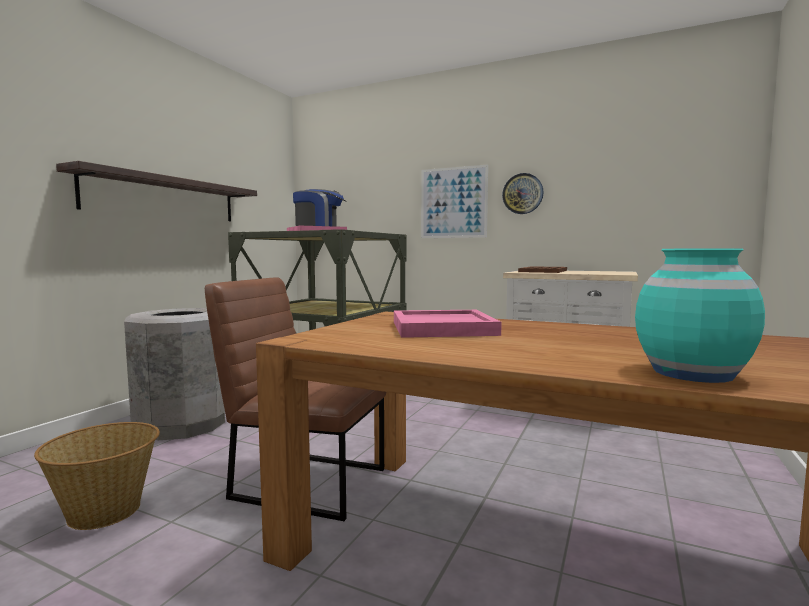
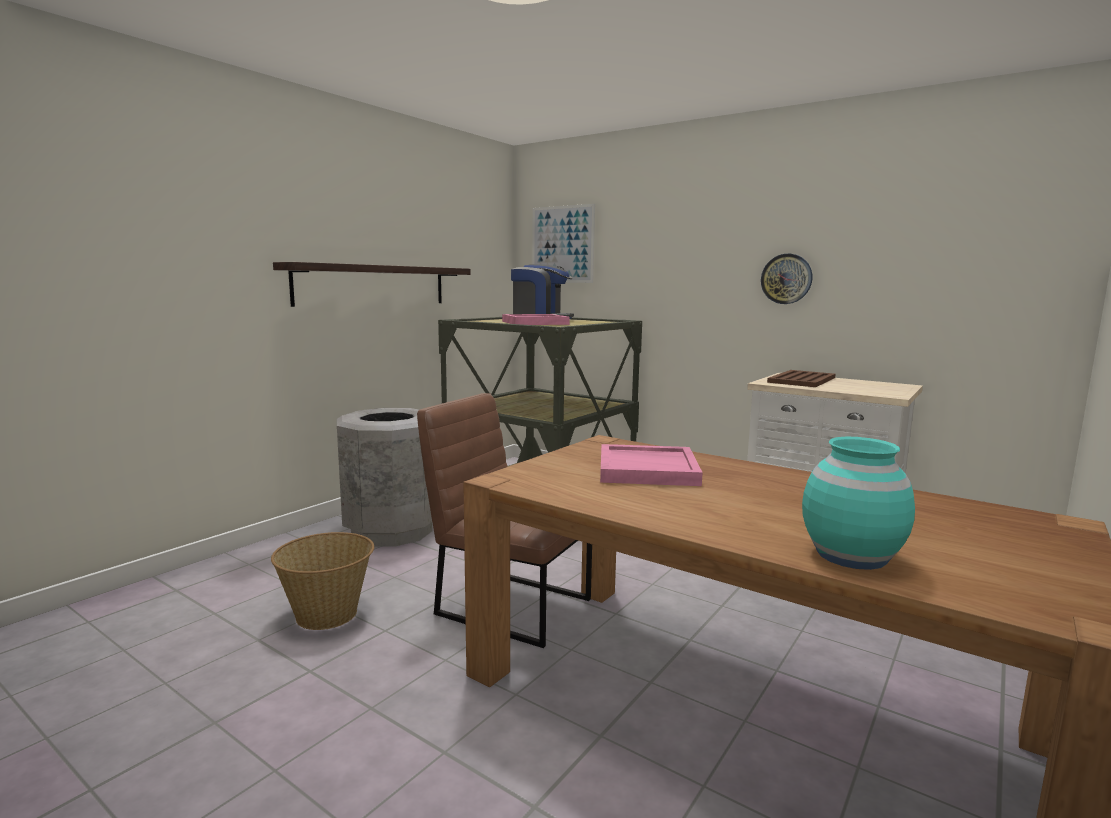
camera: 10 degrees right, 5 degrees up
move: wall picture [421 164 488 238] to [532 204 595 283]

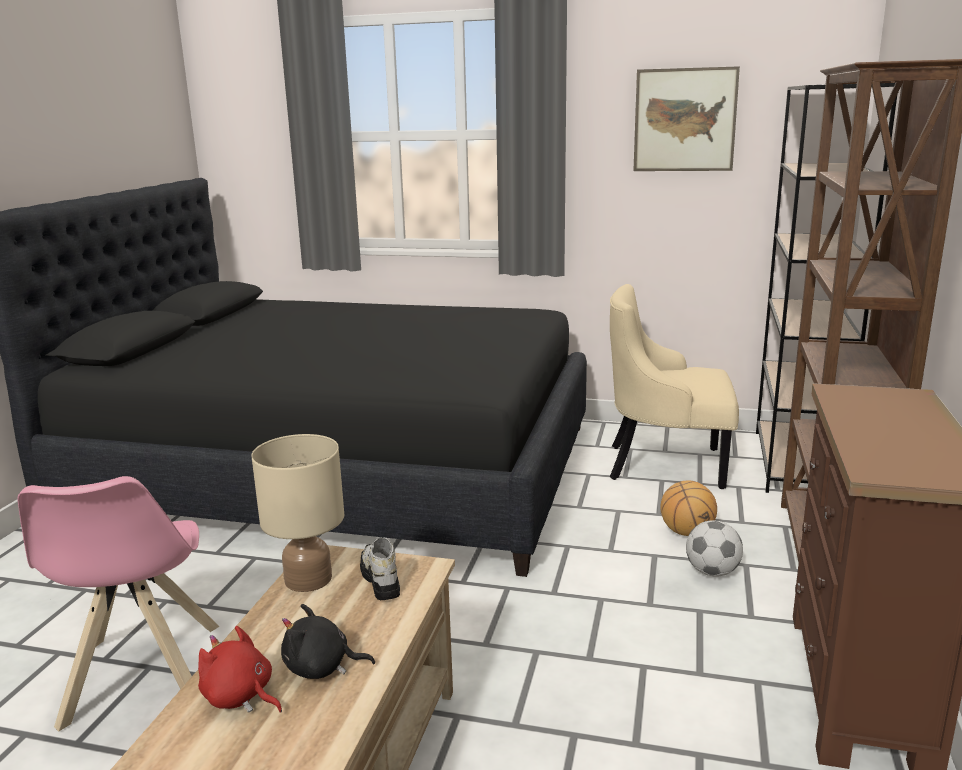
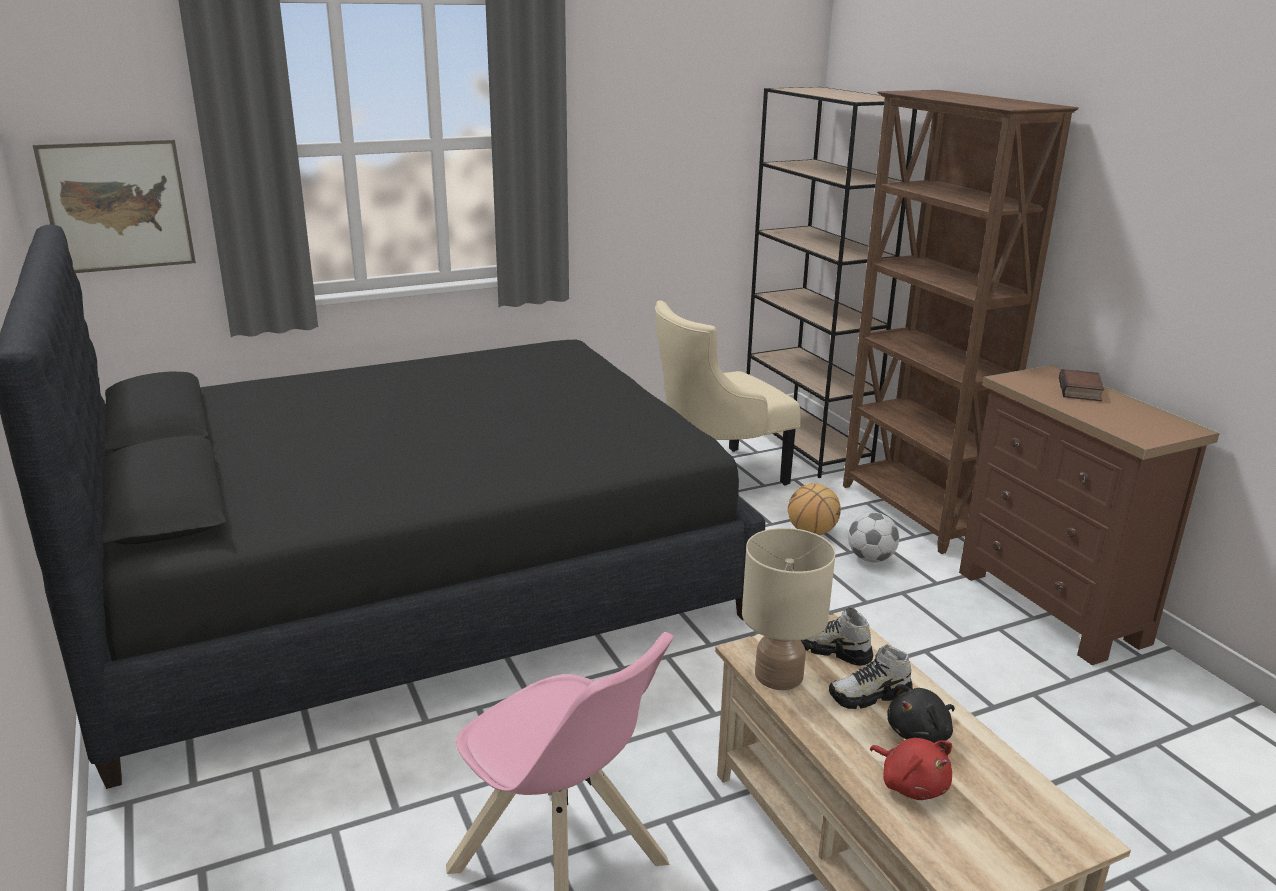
camera: 40 degrees left, 5 degrees up
insert: shoe [829 644 913 709]; bound book [1059 369 1104 401]
move: wall picture [633 66 740 171] to [33 140 196 273]
rotate: cuddly toy (reddish) [198 626 282 713] = [870 738 952 800] 120 degrees counterclockwise

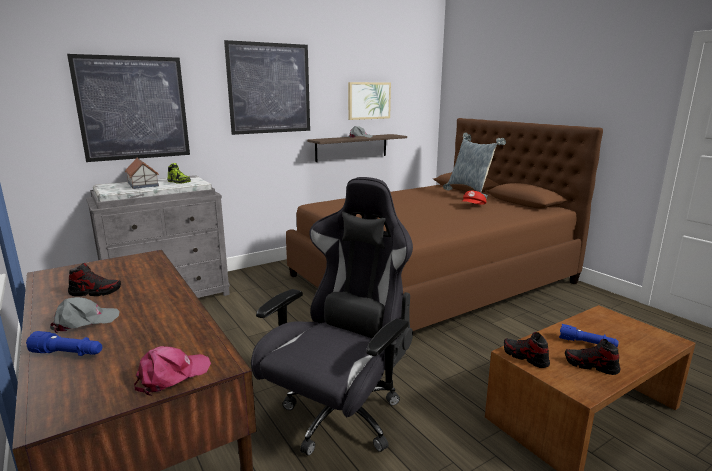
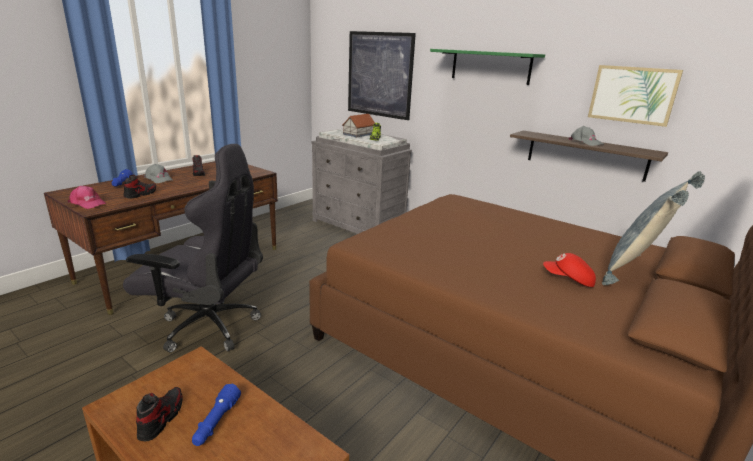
camera: 70 degrees right, 5 degrees up
move: shoe [504 332 550 368] to [124 175 156 199]
replace: wall picture [224 40 310 135] to shelf (green-coloured) [430 49 545 85]

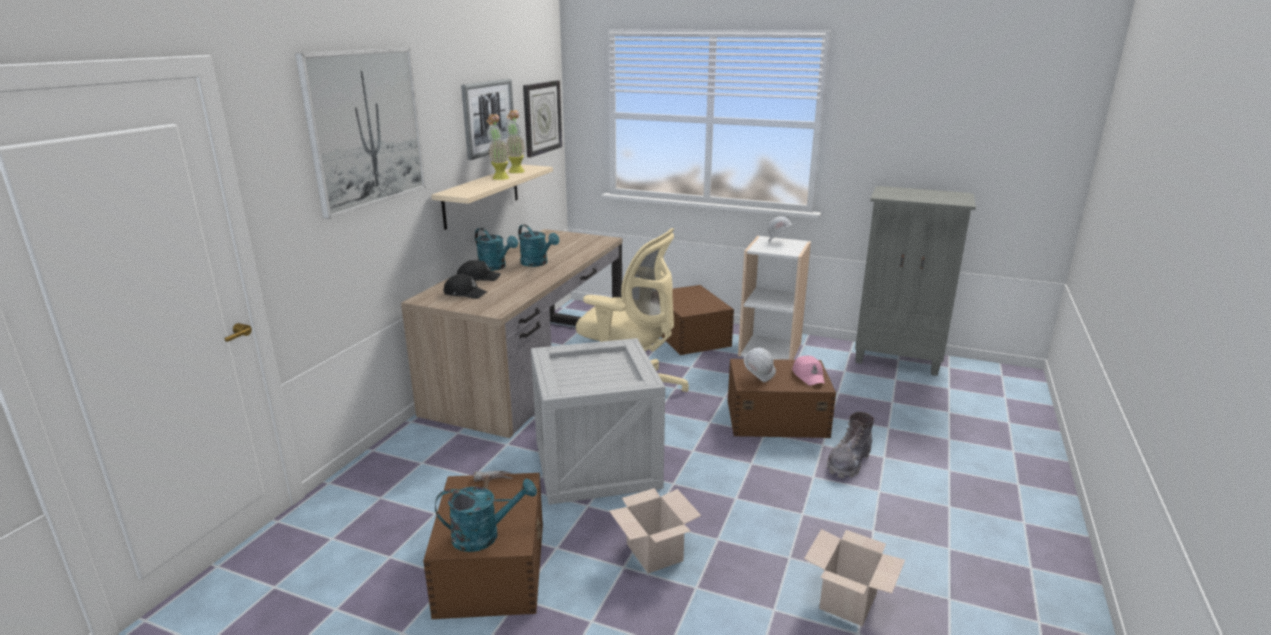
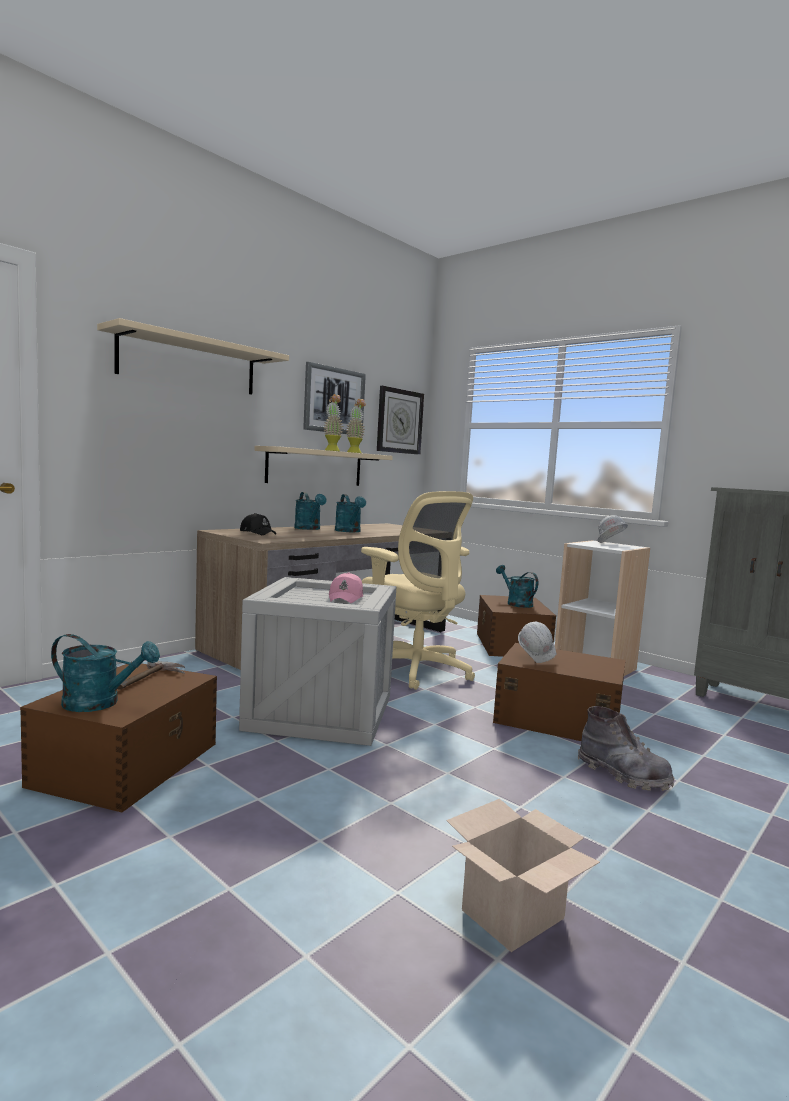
camera: 20 degrees right, 15 degrees down
delete: cap (black) [457 260 501 281]; carton [609 488 701 573]
insert: sprinkling can (turquoise-coloured) [496 565 538 608]
move: cap (pink) [792 356 825 386] to [329 572 363 603]
replace: wall picture [295 48 426 219] to shelf (beige) [97 318 289 395]
rotate: high-top boot (gray) [827 412 874 478] = [578 706 675 791] 105 degrees counterclockwise

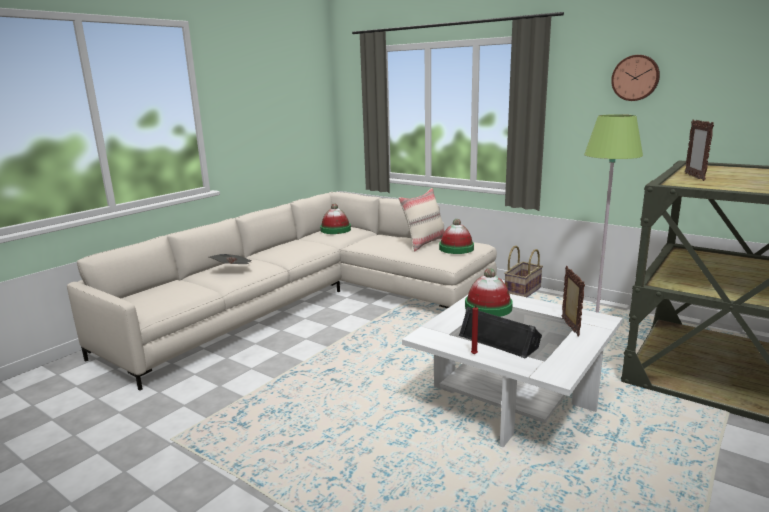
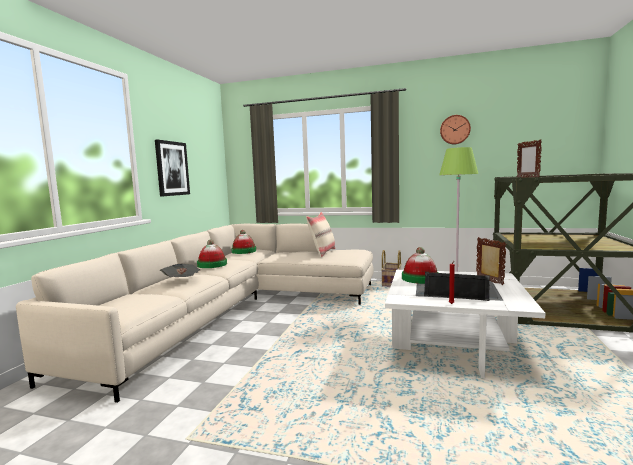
camera: 20 degrees left, 10 degrees down
insert: wall picture [155 139 190 197]
move: wearable hat [439 219 474 254] to [197 239 227 268]

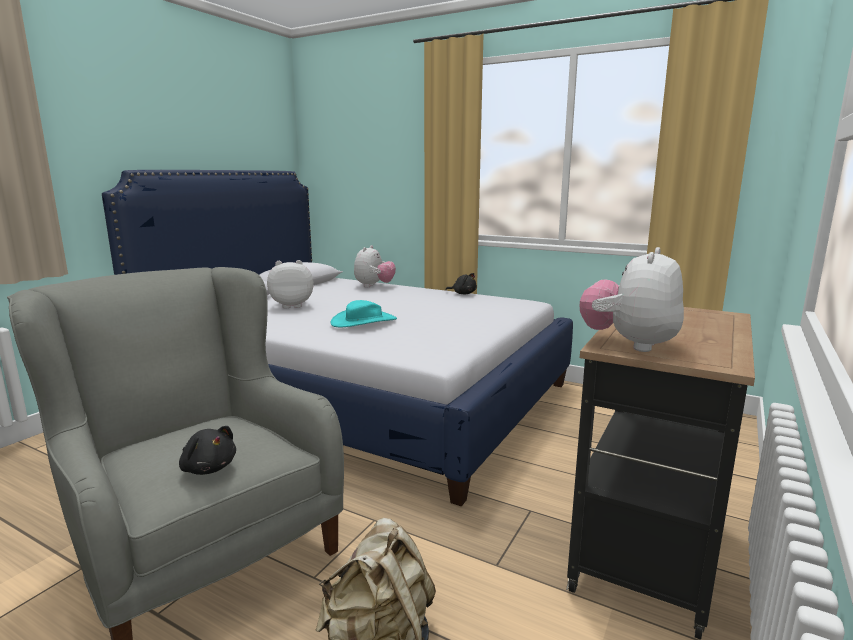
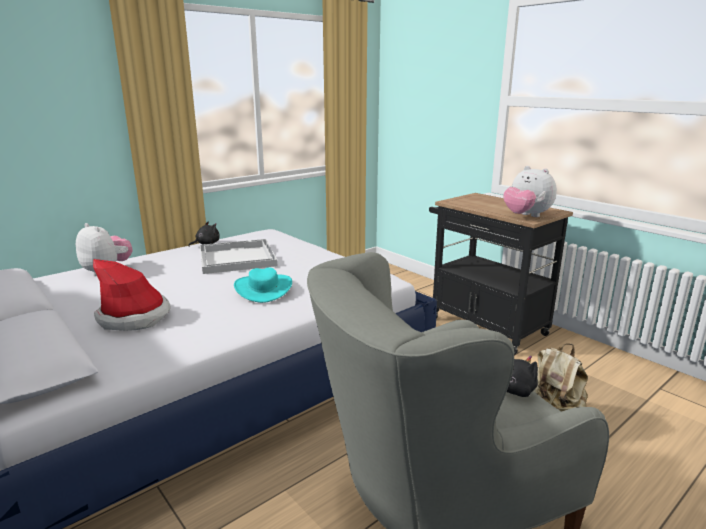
camera: 70 degrees left, 5 degrees up
insert: tray (white) [200 239 277 274]
replace: cuddly toy [267 260 314 309] to wearable hat [93 259 170 331]

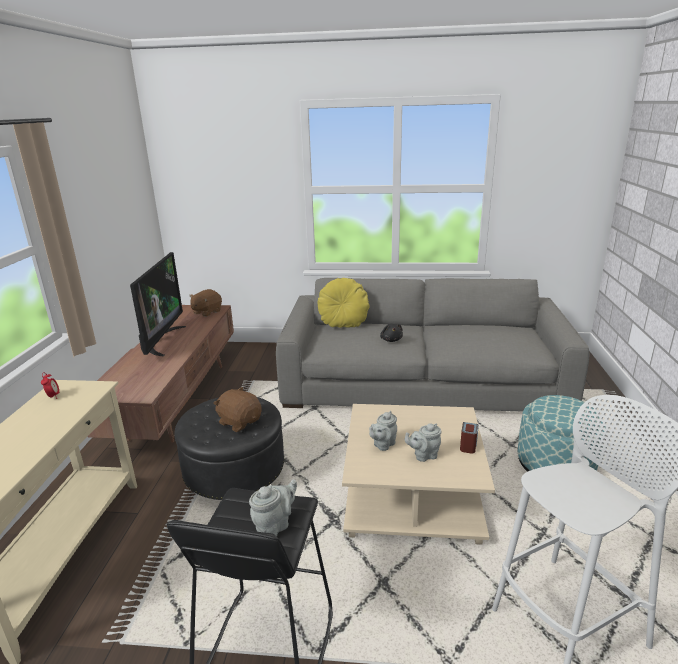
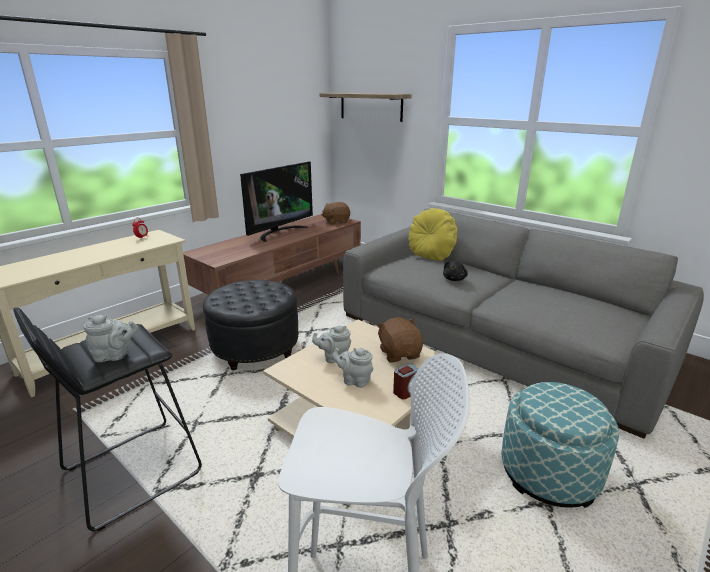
camera: 35 degrees right, 0 degrees up
insert: shelf [320 93 412 122]
move: cuddly toy (brown) [213 387 262 432] to [376 318 423 363]

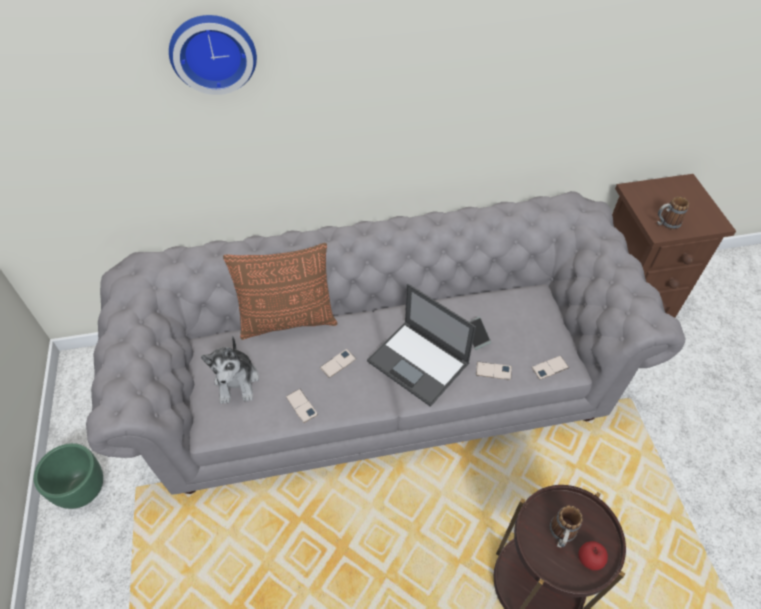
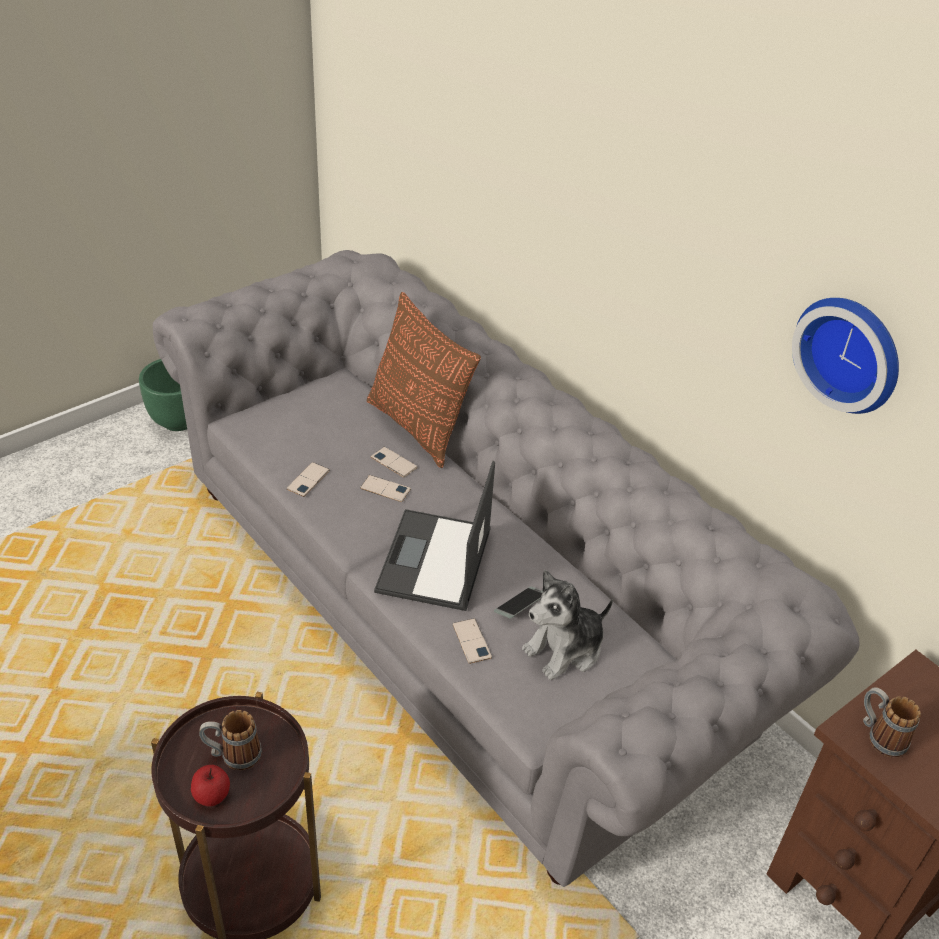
camera: 60 degrees right, 10 degrees down
move: hanging clock [169 15 257 95] to [792 298 899 414]; cuddly toy [201 336 259 404] to [522 570 613 680]; telephone [531 356 569 380] to [370 447 418 478]

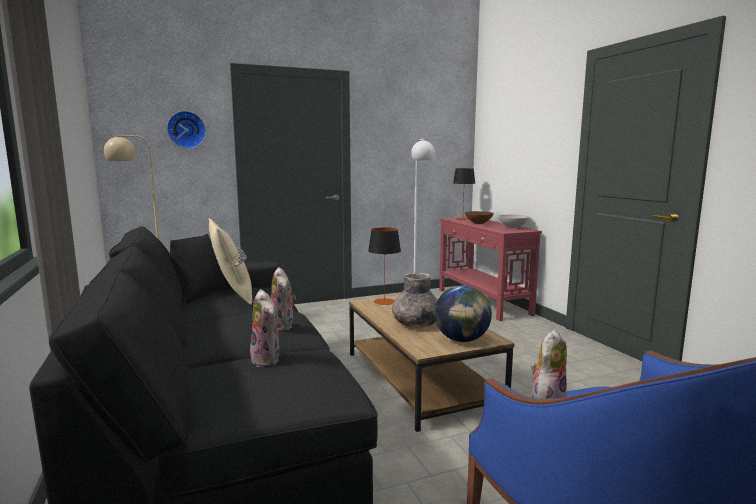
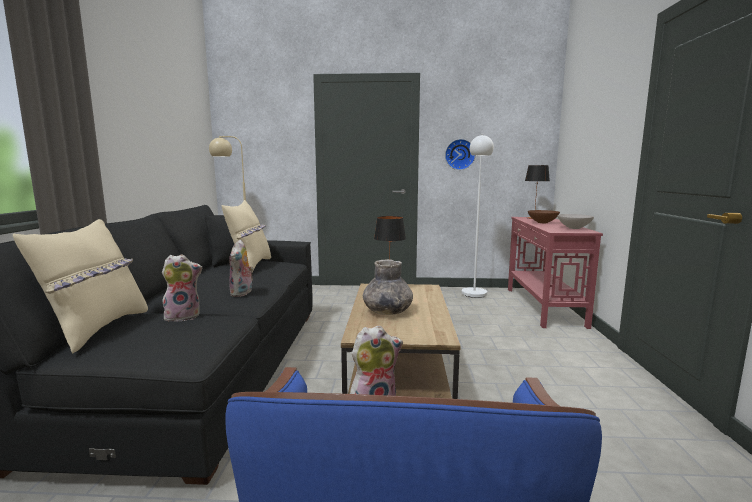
camera: 25 degrees right, 0 degrees up
delete: globe [435 285 492 342]
insert: pillow (beige) [13 219 148 354]
move: hanging clock [167 111 206 149] to [445 139 475 170]
rotate: cuddly toy [250 289 282 367] = [162 254 202 322] 105 degrees counterclockwise

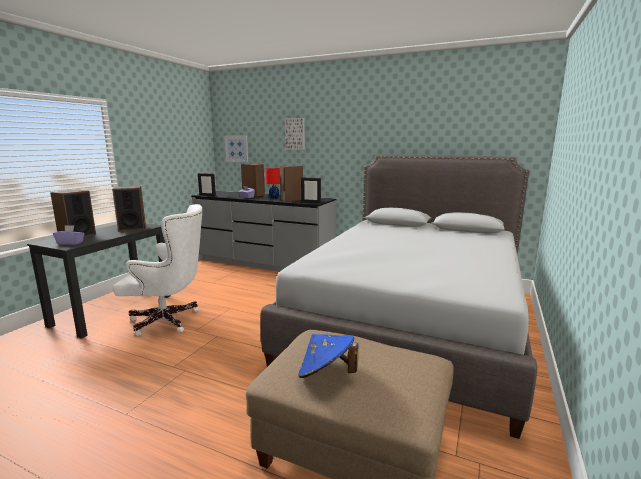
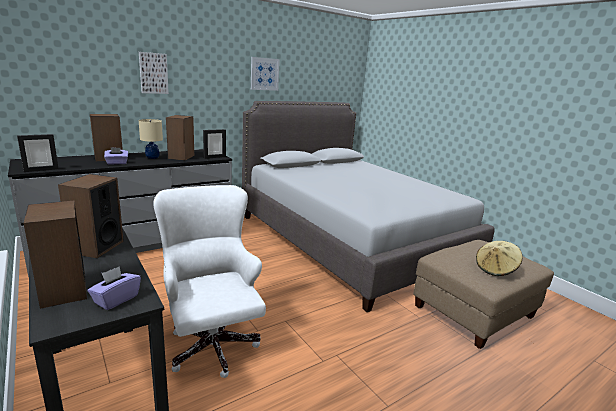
camera: 60 degrees left, 5 degrees up
move: wall picture [224 135 248 162] to [251 57 280 91]
recolor: lamp for a table (reddish) [265 168 280 198] to lamp for a table (beige) [139 119 163 159]; wearable hat (blue-coloured) [298 334 359 378] to wearable hat (beige) [476 241 523 276]
rotate: office chair (white) [113 204 202 336] = [153 185 266 378] 60 degrees counterclockwise

